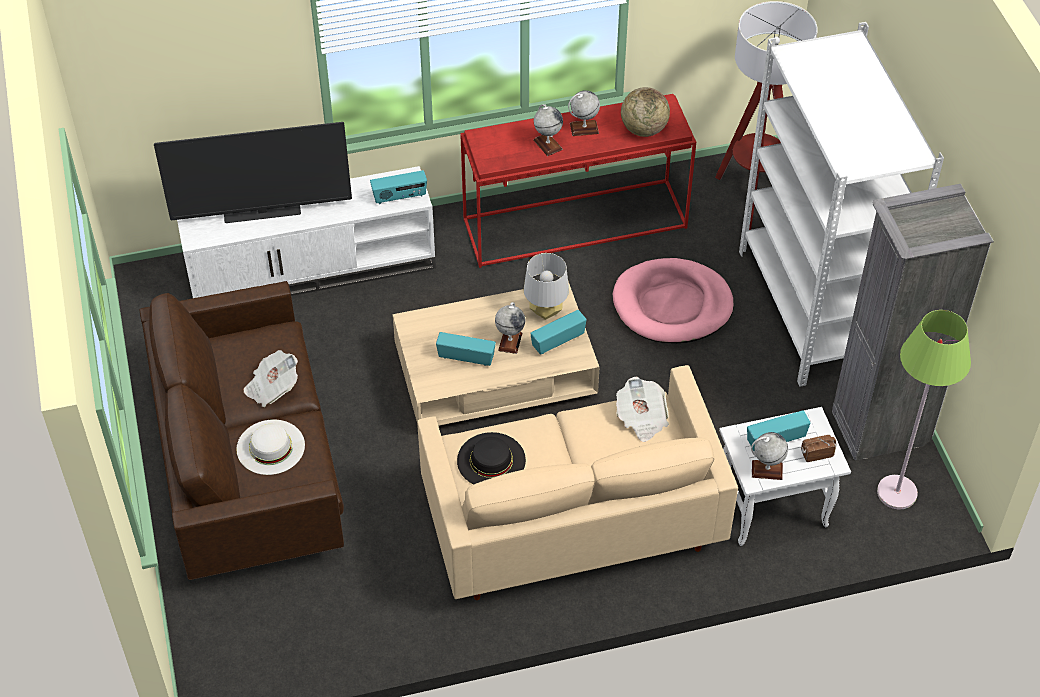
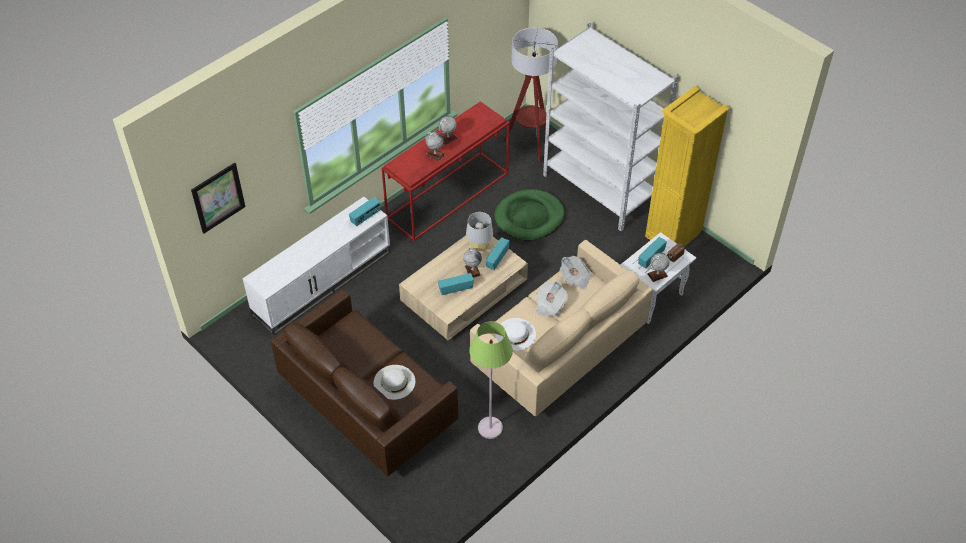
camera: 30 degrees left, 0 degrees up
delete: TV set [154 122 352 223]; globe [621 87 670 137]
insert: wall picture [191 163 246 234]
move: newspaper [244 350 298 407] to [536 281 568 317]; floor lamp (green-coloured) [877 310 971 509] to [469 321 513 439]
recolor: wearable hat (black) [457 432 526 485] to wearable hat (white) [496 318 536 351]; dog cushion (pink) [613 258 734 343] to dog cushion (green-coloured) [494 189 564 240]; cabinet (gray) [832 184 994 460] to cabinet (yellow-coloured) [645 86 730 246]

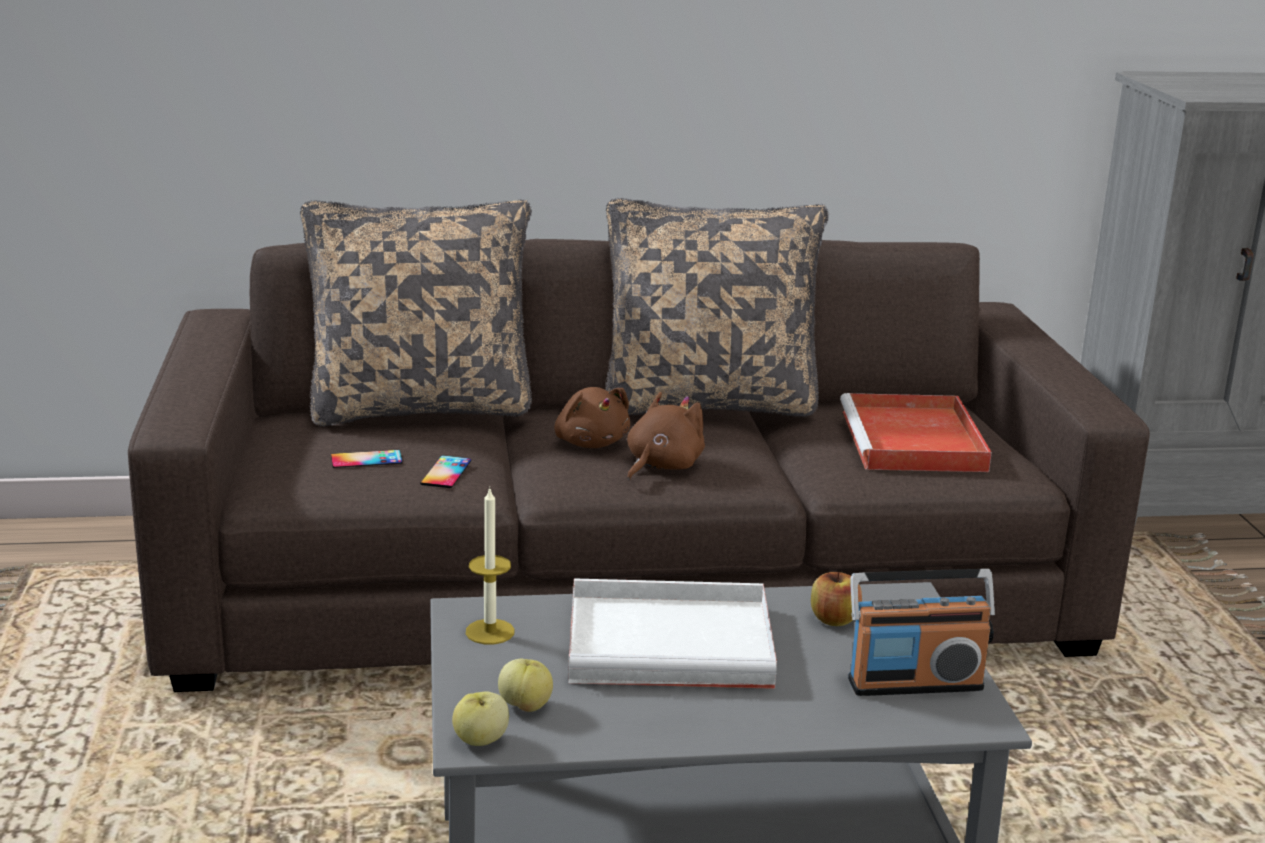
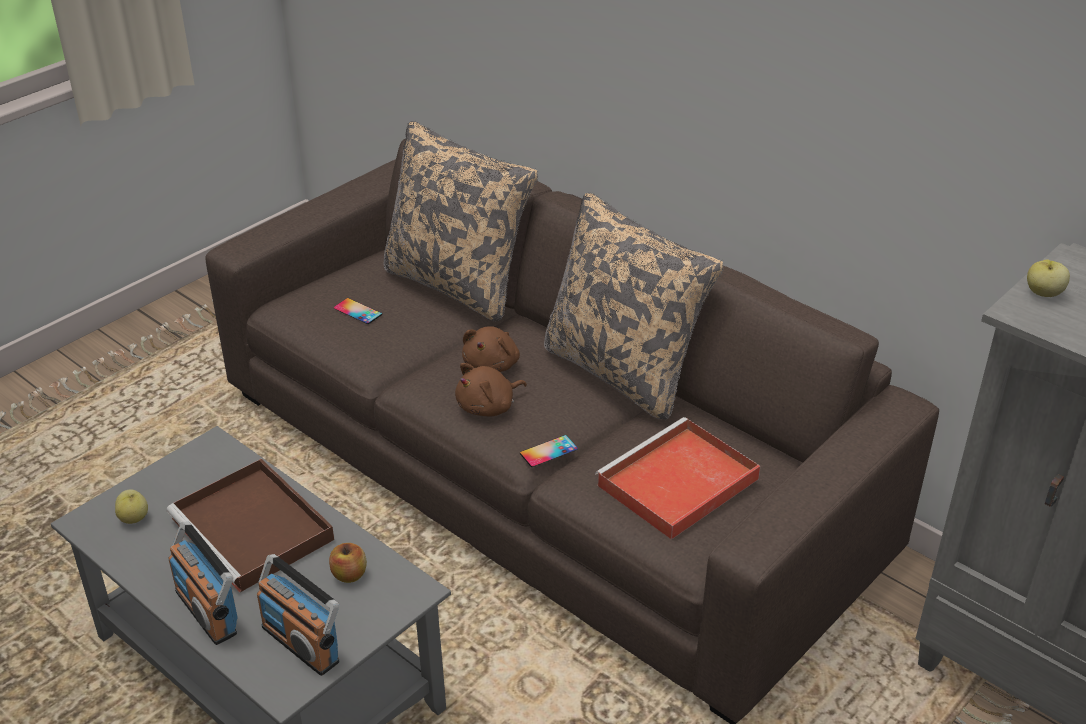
camera: 50 degrees right, 15 degrees up
delete: wax candle [466 488 515 644]
insert: radio receiver [168 522 237 645]
move: telephone [420 455 471 488] to [520 435 578 467]; apple [452 691 509 746] to [1027 259 1070 297]
recolor: tray (white) [568 578 777 689] to tray (brown) [167 459 334 592]
rotate: cuddly toy (brown) [627 392 705 480] = [455 363 527 416] 150 degrees clockwise

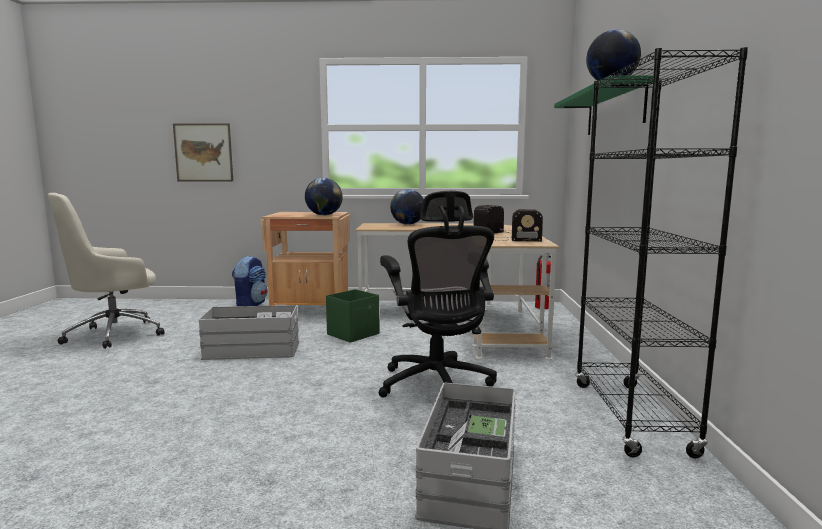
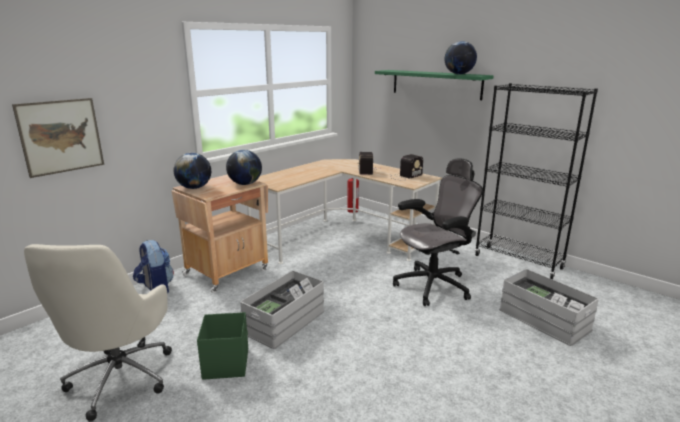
camera: 50 degrees left, 10 degrees up
move: storage bin (green-coloured) [326 289 380 343] to [197 312 248 380]; globe [390 189 424 225] to [174 153 211 189]
rotate: office chair [379 191 497 398] = [393 159 483 306] 60 degrees counterclockwise

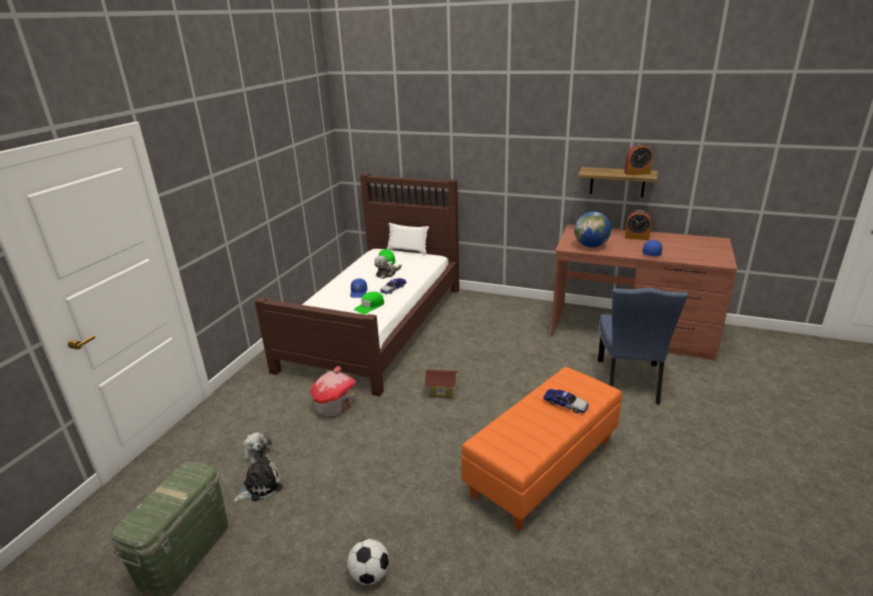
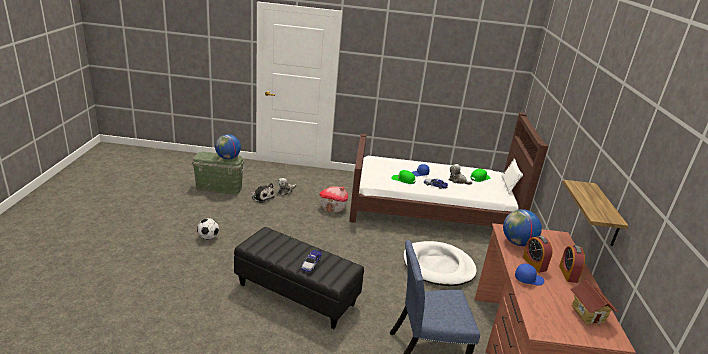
camera: 70 degrees right, 0 degrees up
insert: globe [215 134 241 159]; dog cushion (white) [403 241 477 286]
move: toy house [425 370 458 398] to [570 280 619 324]; alarm clock [624 143 653 175] to [523 235 552 273]
recolor: pouffe (orangey) [461 367 622 530] to pouffe (black) [234 227 364 329]

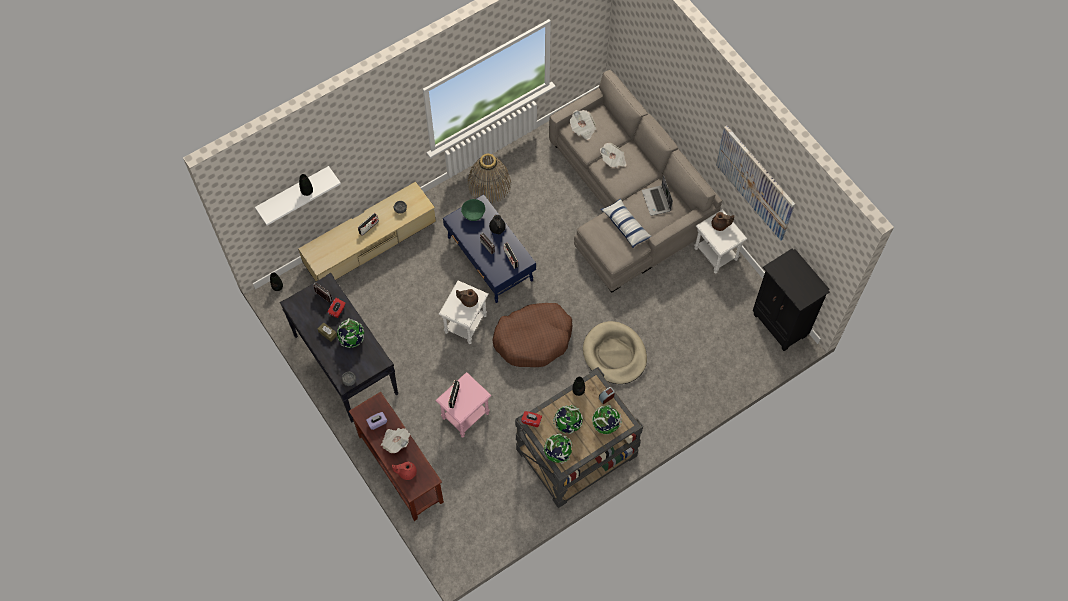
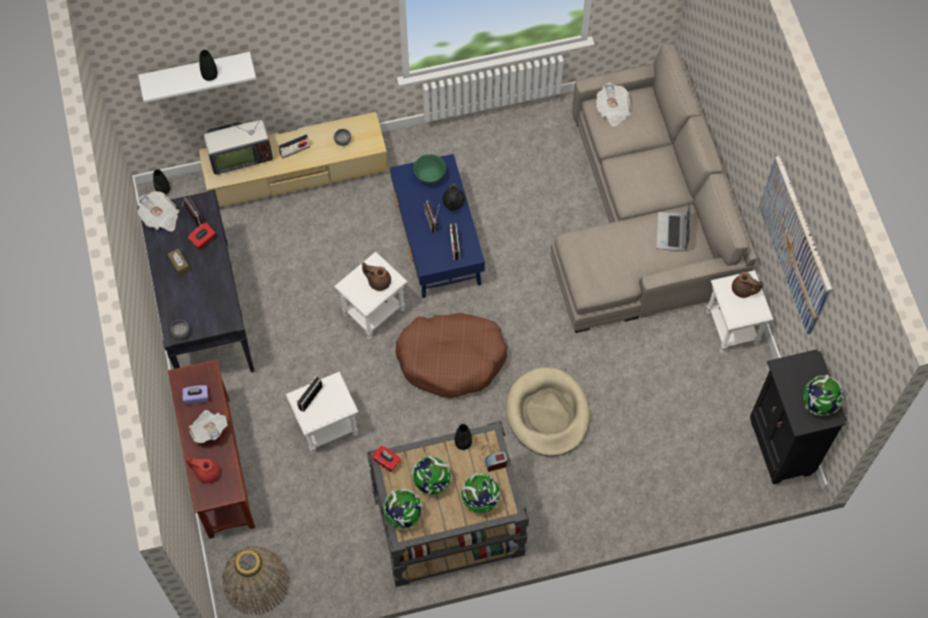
camera: 20 degrees right, 0 degrees up
delete: pillow [600 198 651 248]
insert: TV set [204 111 273 175]
move: globe [337 318 364 348] to [803 374 844 416]; basket [468 153 511 203] to [223 546 289 615]; newspaper [600 143 627 168] to [138 191 180 232]
recolor: side table (pink) [435 372 492 438] to side table (white) [286 371 358 454]

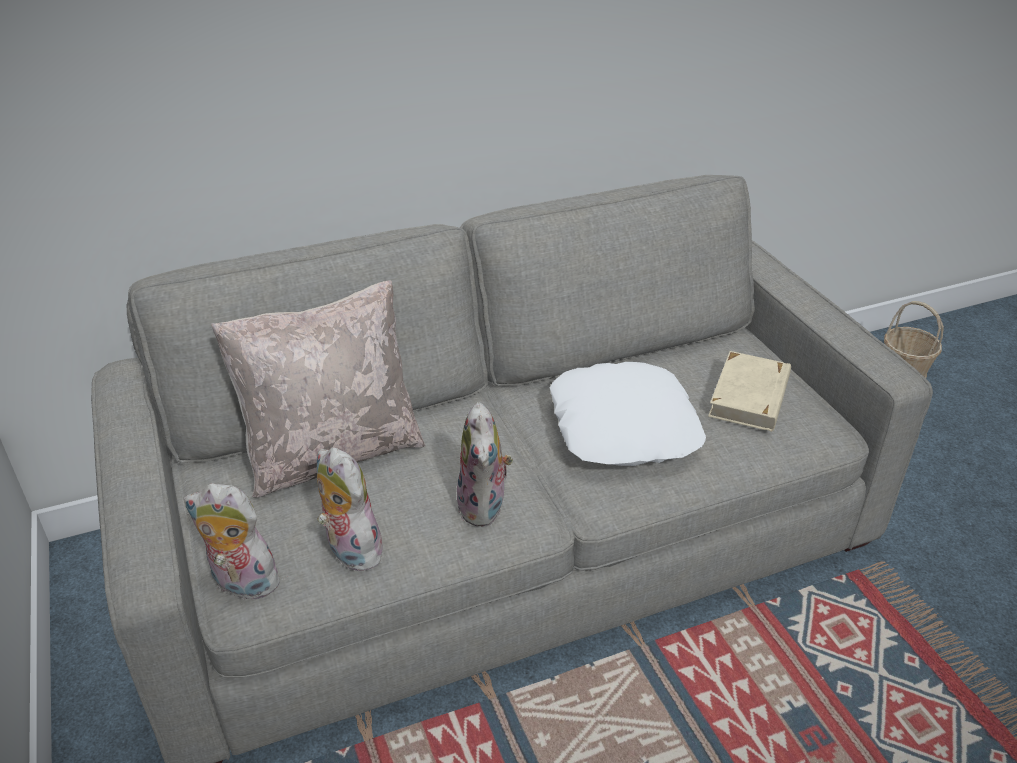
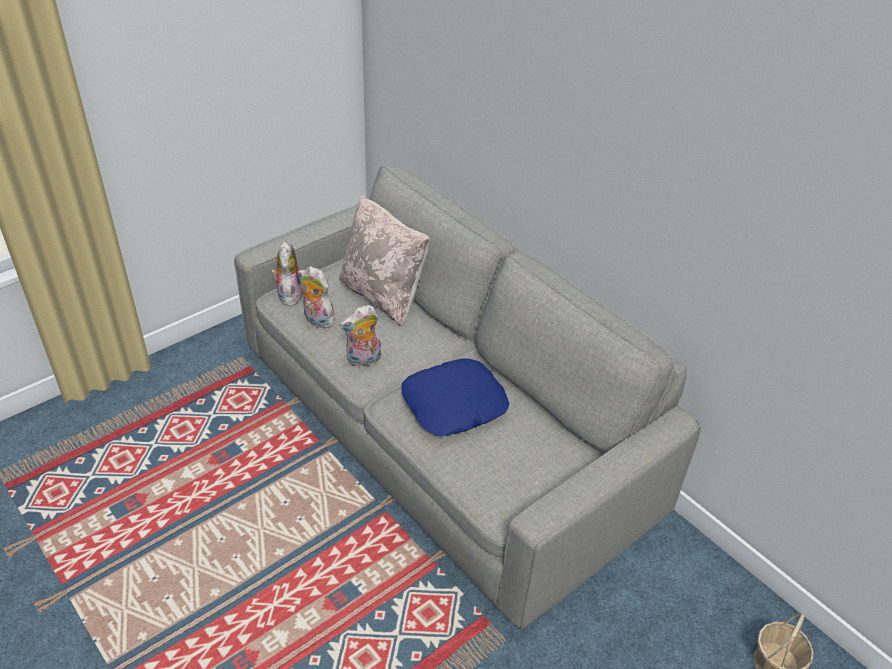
camera: 70 degrees right, 5 degrees up
delete: bound book (beige) [708 351 791 432]
recolor: pillow (white) [550 362 706 466] to pillow (blue-coloured) [402 358 509 436]
rotate: cuddly toy [317 447 383 571] = [298 266 335 328] 90 degrees counterclockwise

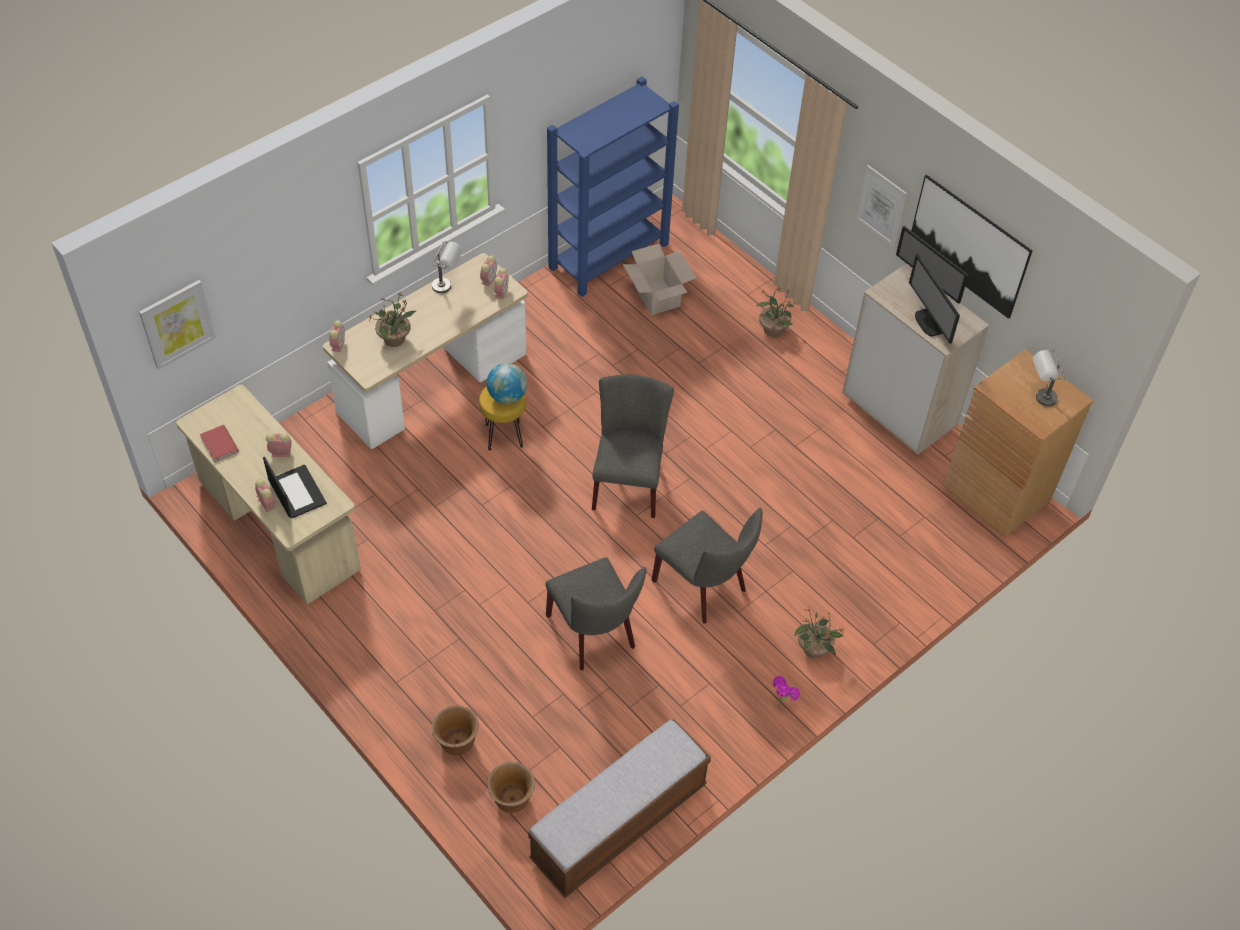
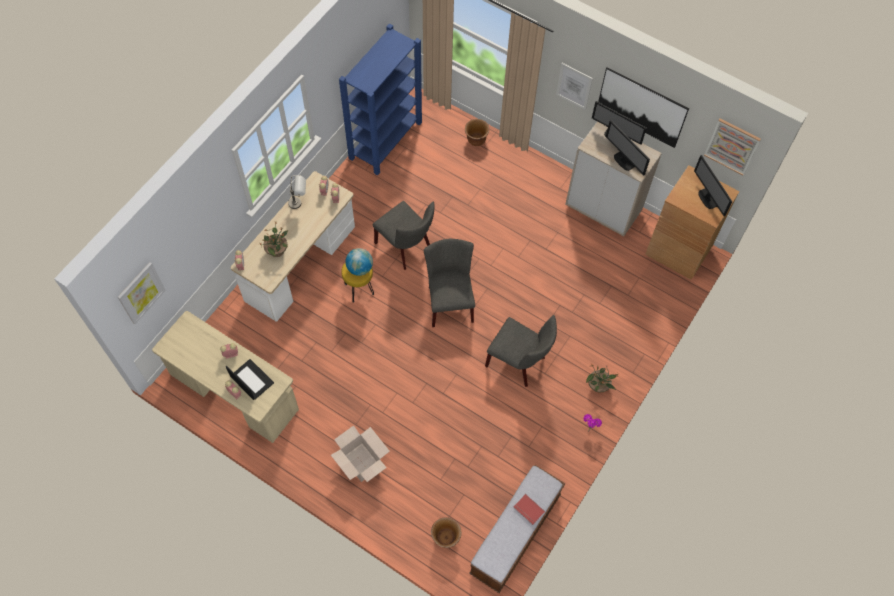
camera: 15 degrees left, 10 degrees up
delete: houseplant [756 286 794 337]
insert: wall picture [704 119 761 175]
move: bound book (reddish) [200 425 239 462] to [513 494 545 525]; plant pot (brown) [432 705 479 756] to [465 119 490 146]; chair (gray) [545 557 646 670] to [373 201 434 270]; carton [623 244 696 315] to [331 425 390 482]
replace: lamp for a table (gray) [1033 350 1065 406] to computer screen [694 155 732 216]

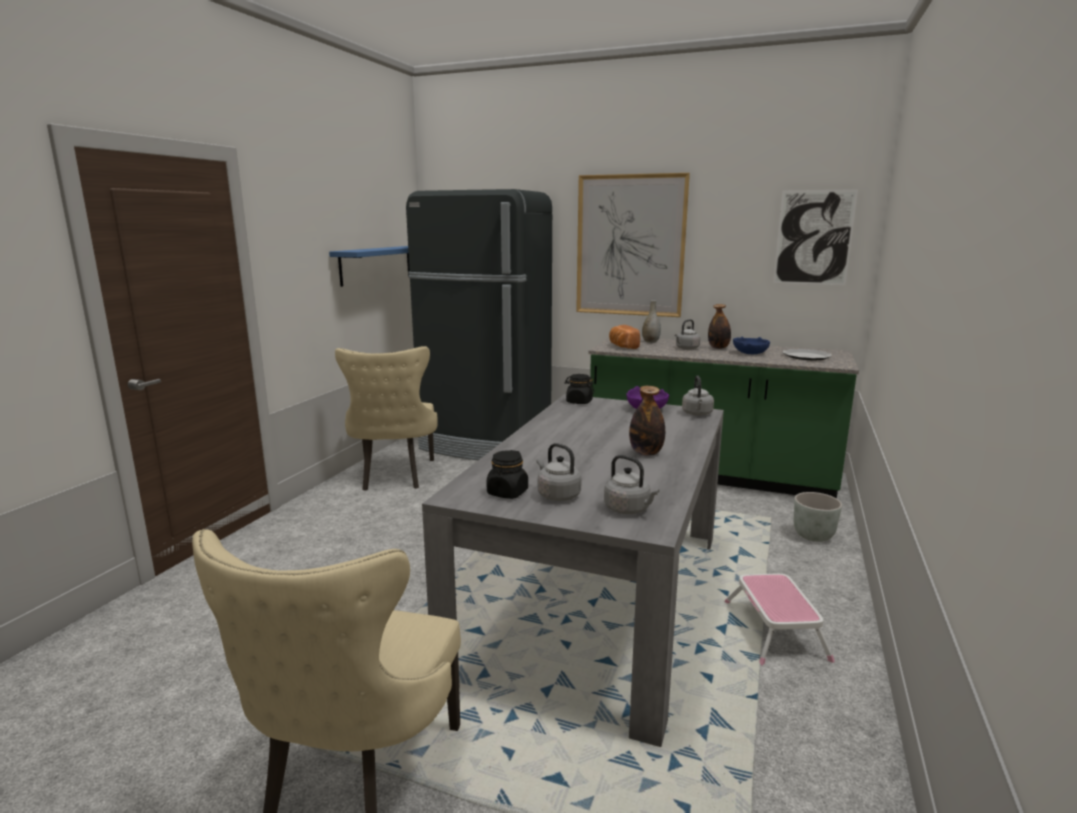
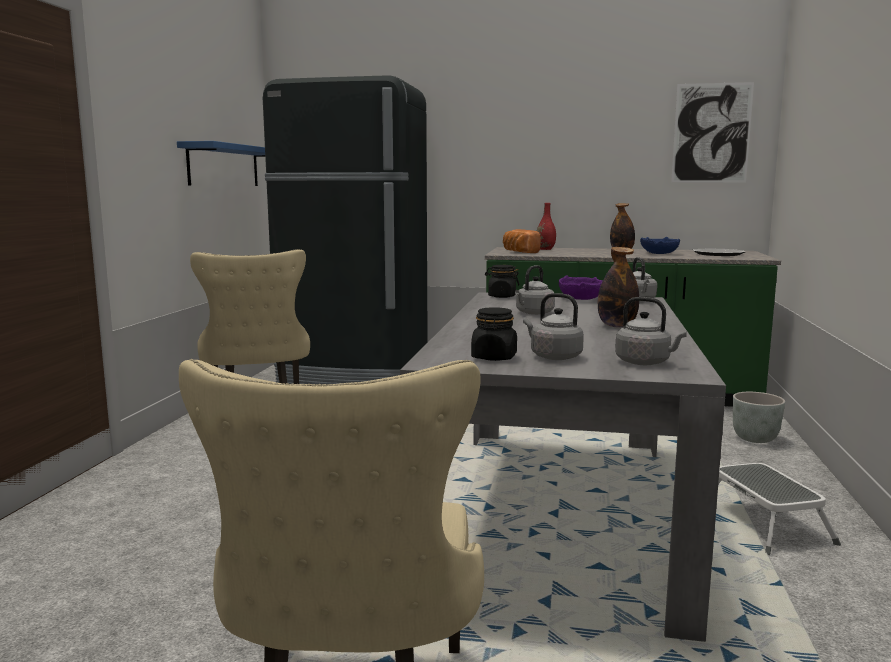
camera: 10 degrees left, 5 degrees down
delete: wall picture [576 173 690 317]
move: kettle (gray) [675 319 700 350] to [515 265 555 315]
recolor: decorative vase (gray) [642 300 661 343] to decorative vase (reddish) [537 203 556 250]; step stool (pink) [724 574 835 666] to step stool (gray) [718 463 841 555]

